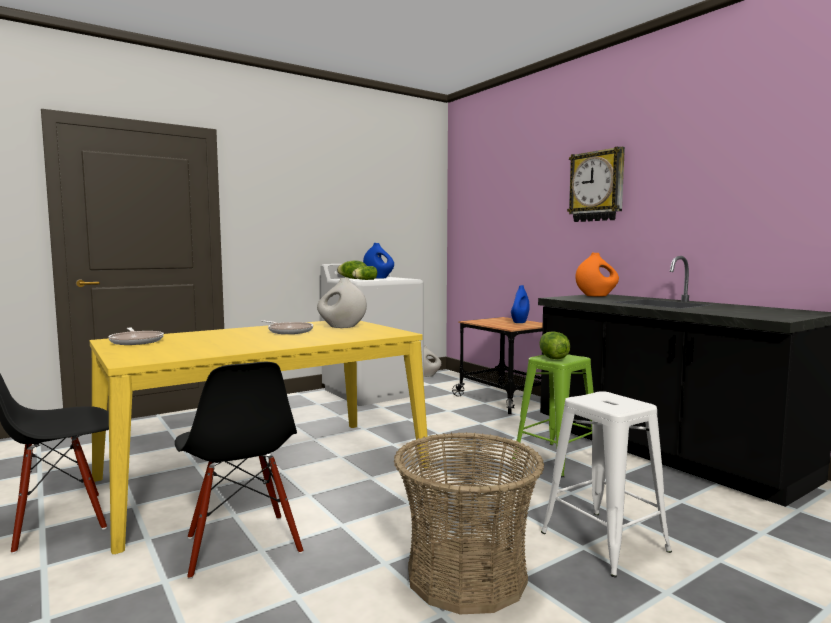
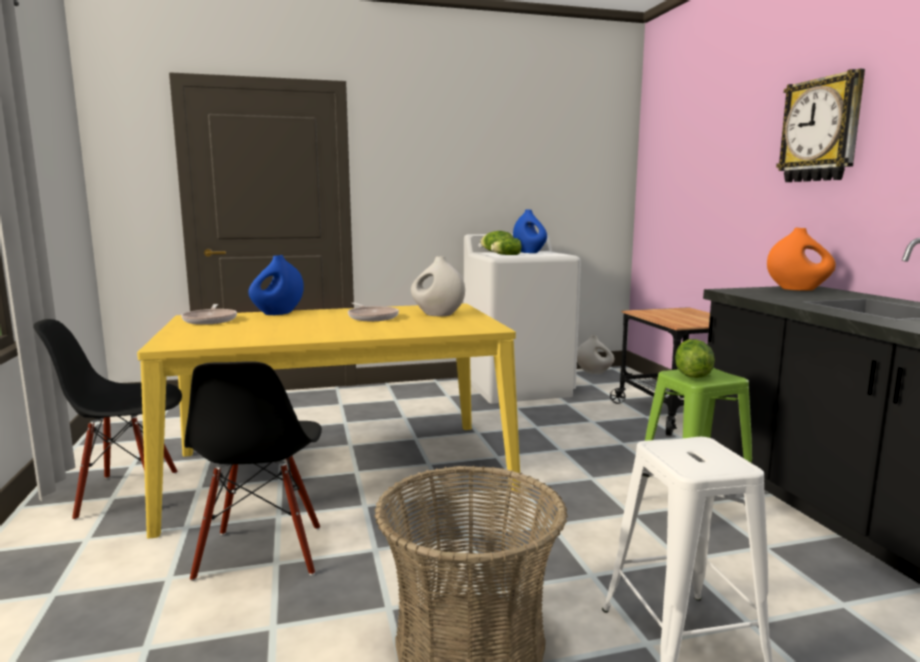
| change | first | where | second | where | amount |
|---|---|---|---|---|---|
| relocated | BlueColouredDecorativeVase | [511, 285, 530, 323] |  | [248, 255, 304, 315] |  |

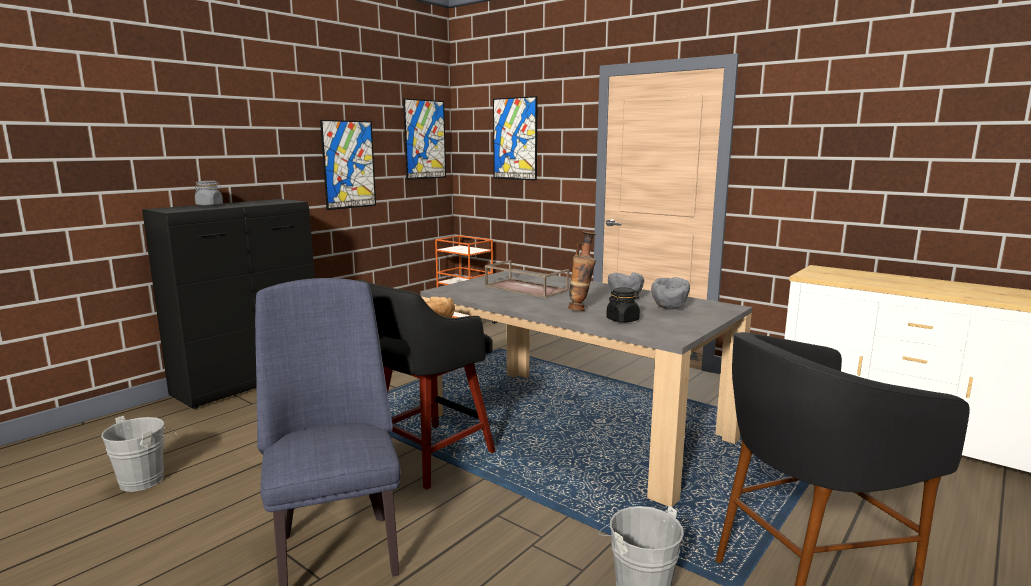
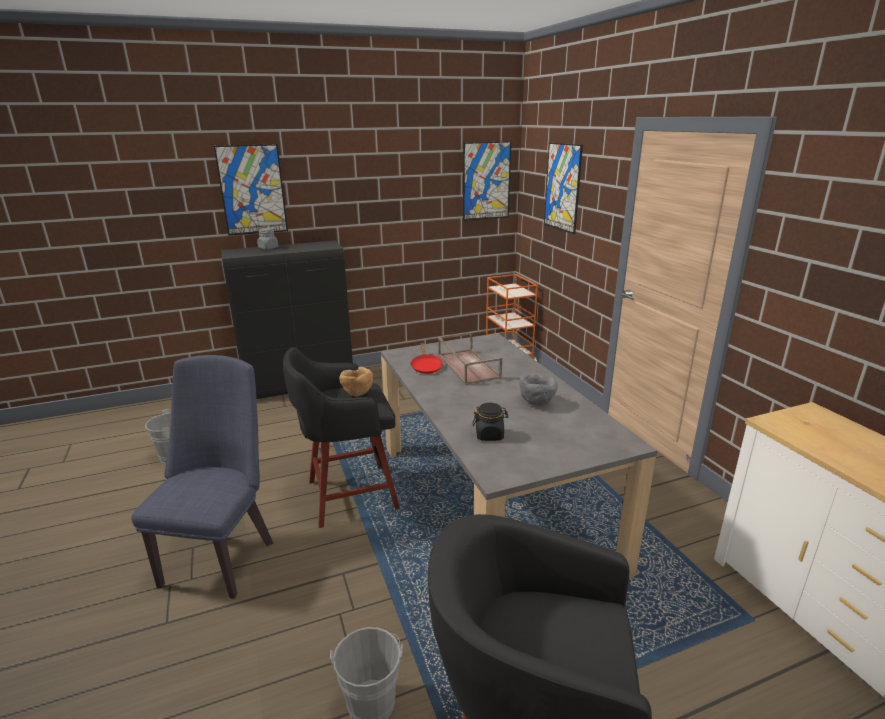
| change | first | where | second | where | amount |
|---|---|---|---|---|---|
| relocated | WallPicture | [320, 120, 376, 210] |  | [214, 144, 288, 236] |  |
| missing | DecorativeVase | [568, 231, 596, 311] |  |  |  |
| missing | GrayServingBowl | [651, 277, 690, 310] |  |  |  |
| appeared |  |  | ReddishSkillet | [411, 343, 443, 374] |  |

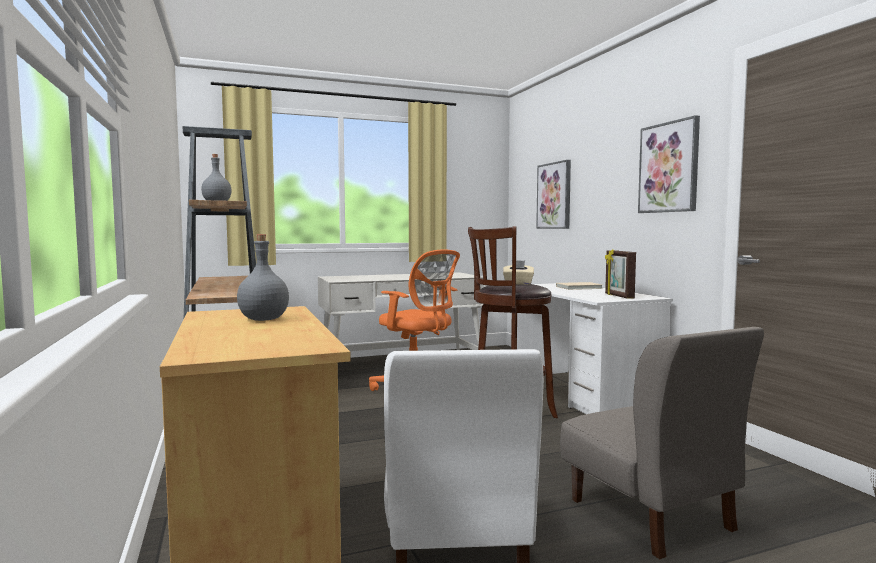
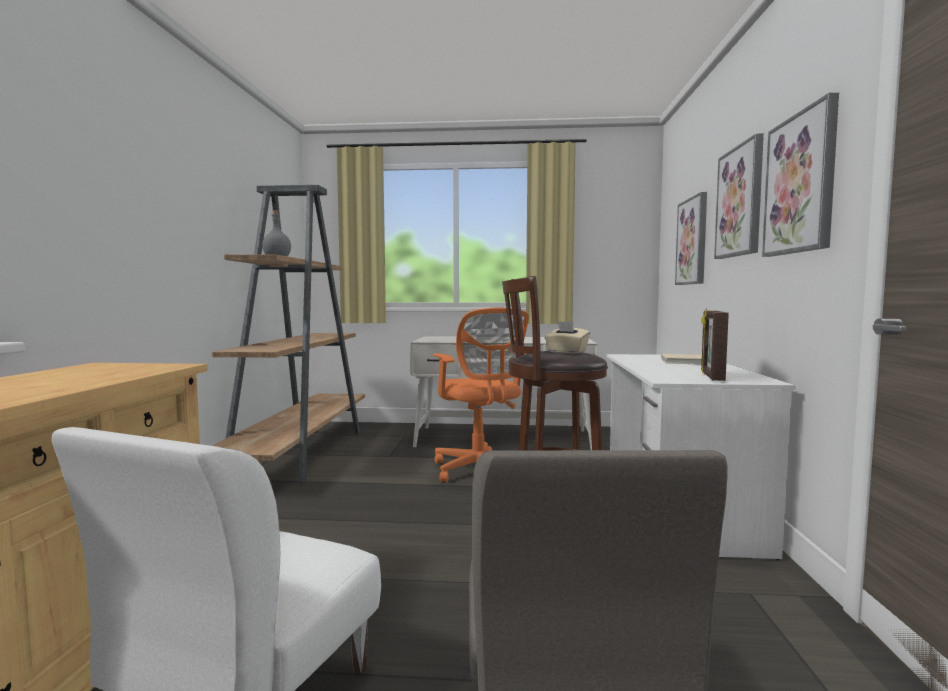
| change | first | where | second | where | amount |
|---|---|---|---|---|---|
| missing | GrayDrinkBottle | [237, 234, 289, 321] |  |  |  |
| appeared |  |  | WallPicture | [714, 134, 764, 259] |  |

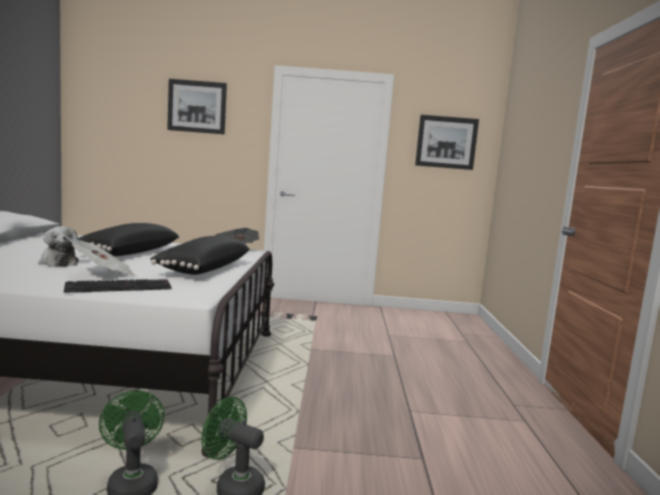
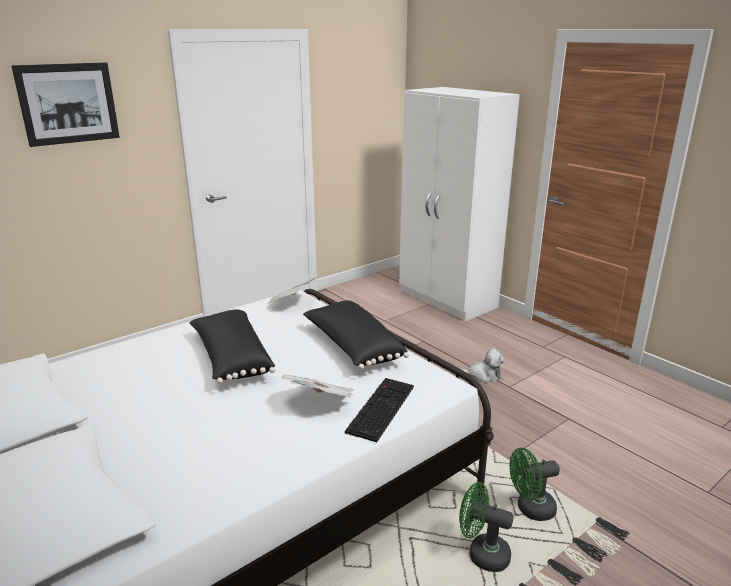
| change | first | where | second | where | amount |
|---|---|---|---|---|---|
| relocated | PlushToy | [39, 226, 79, 267] |  | [459, 348, 505, 383] |  |
| missing | WallPicture | [415, 115, 479, 170] |  |  |  |
| appeared |  |  | WhiteColouredClothesCupboard | [399, 87, 520, 321] |  |

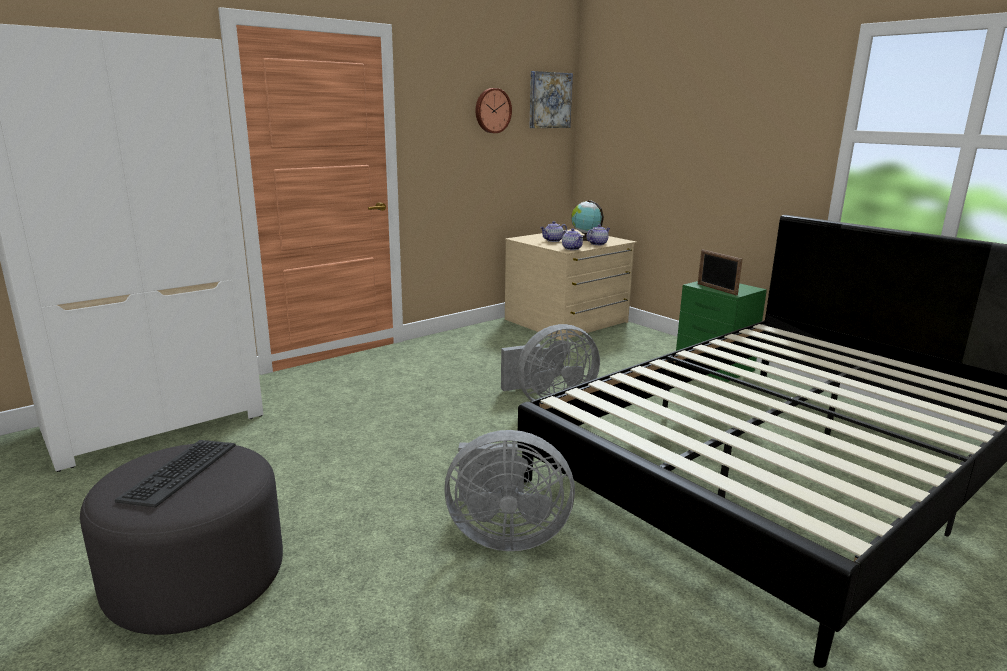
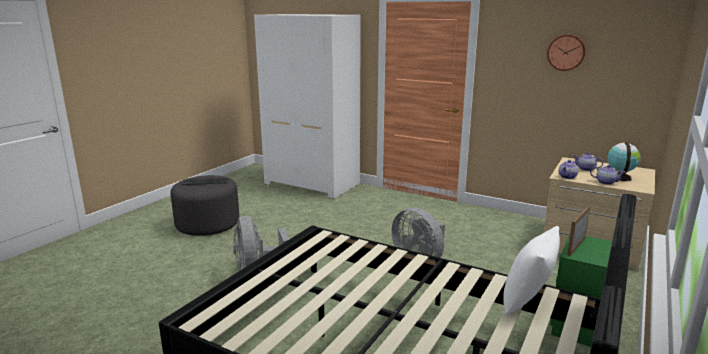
| change | first | where | second | where | amount |
|---|---|---|---|---|---|
| missing | WallPicture | [529, 71, 573, 128] |  |  |  |
| appeared |  |  | WhiteColouredPillow | [503, 226, 560, 315] |  |

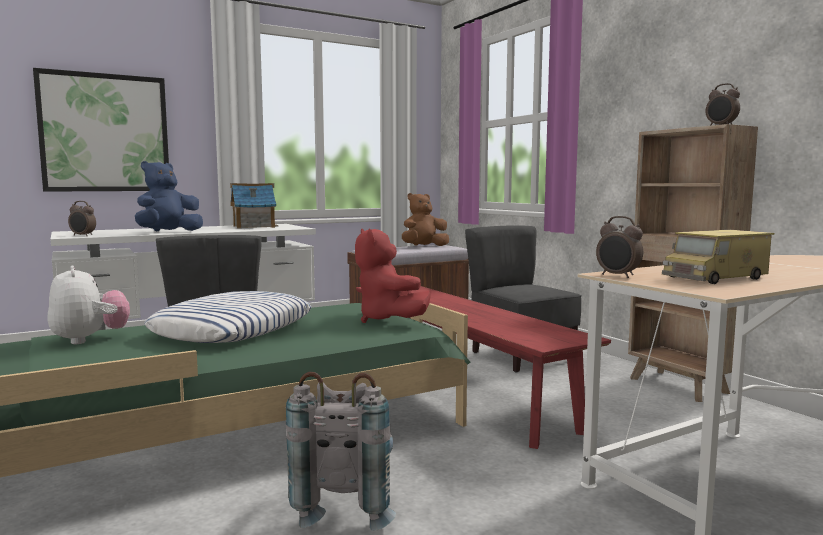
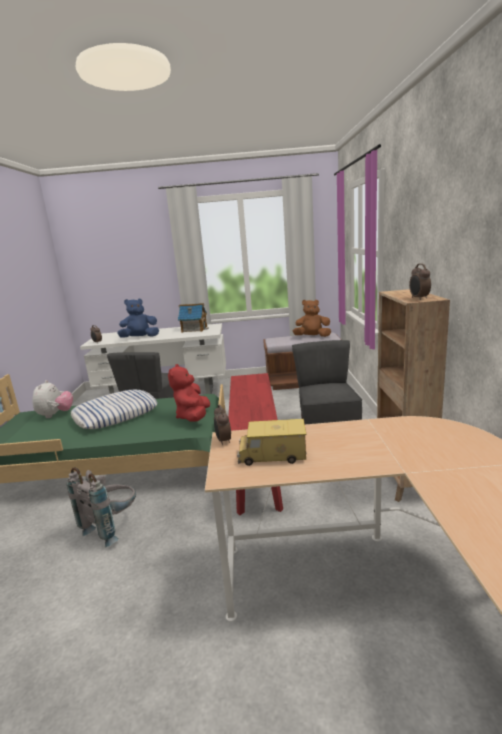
| change | first | where | second | where | amount |
|---|---|---|---|---|---|
| missing | WallPicture | [33, 68, 169, 192] |  |  |  |

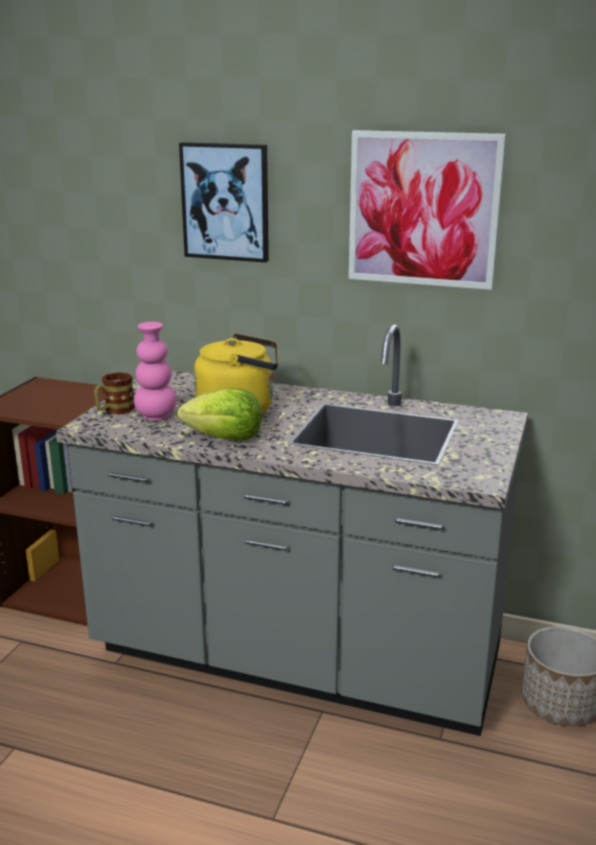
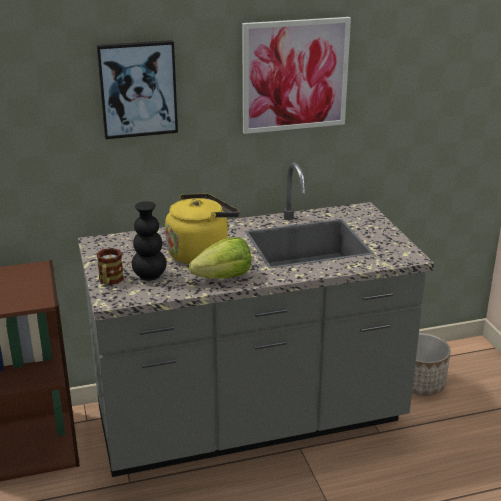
| change | first | where | second | where | amount |
|---|---|---|---|---|---|
| colour | PinkishDecorativeVase | [134, 322, 177, 420] | BlackDecorativeVase | [132, 201, 167, 281] |  |

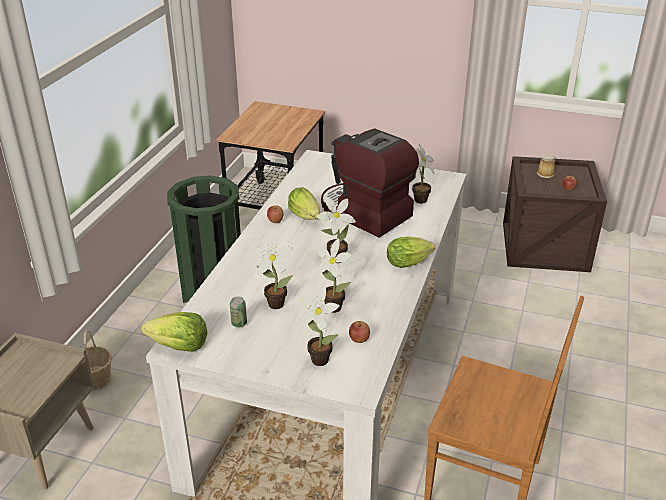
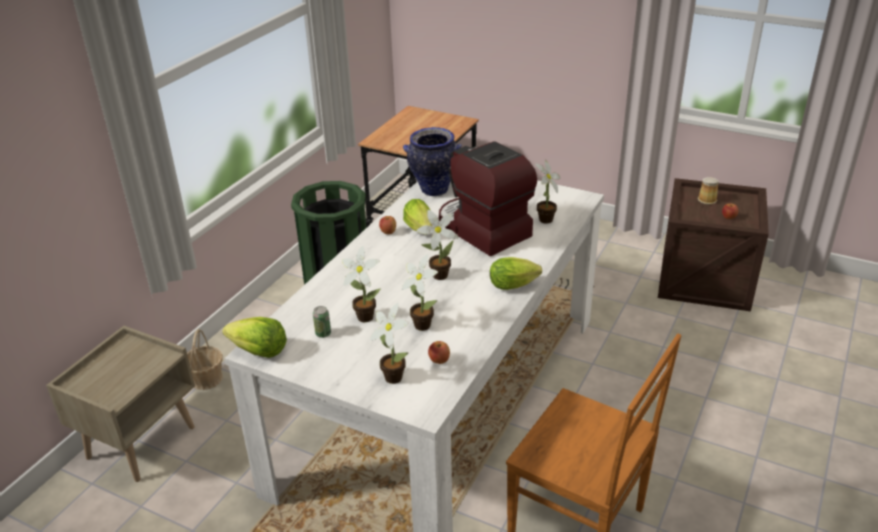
| change | first | where | second | where | amount |
|---|---|---|---|---|---|
| appeared |  |  | DecorativeVase | [403, 127, 462, 196] |  |

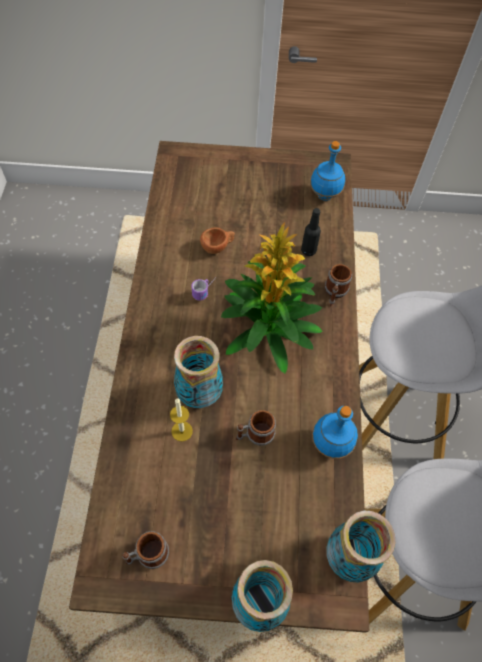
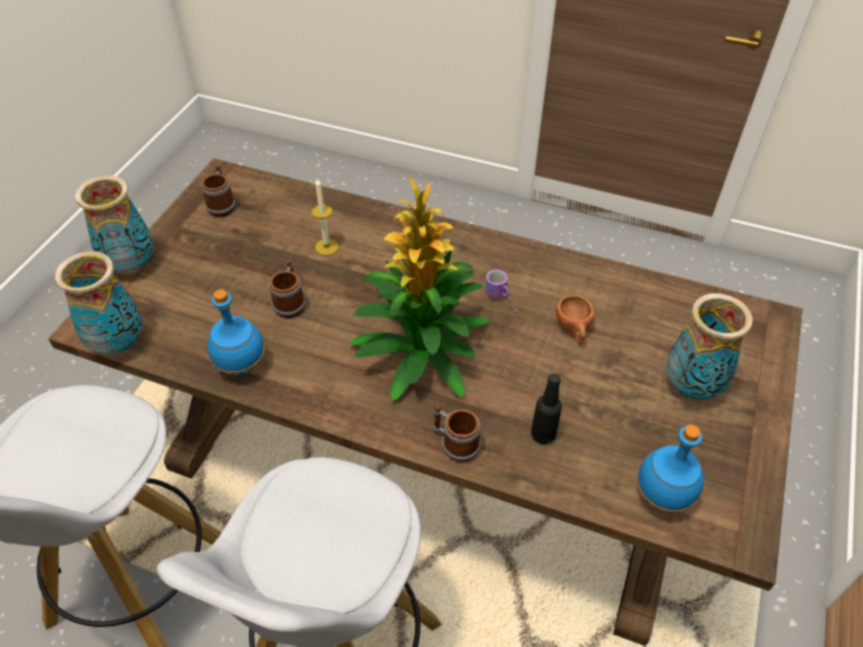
| change | first | where | second | where | amount |
|---|---|---|---|---|---|
| relocated | DecorativeVase | [174, 336, 223, 408] |  | [666, 293, 753, 400] |  |

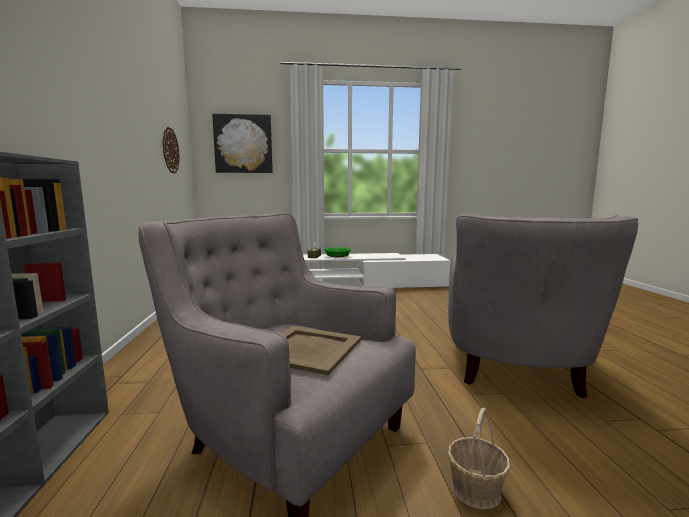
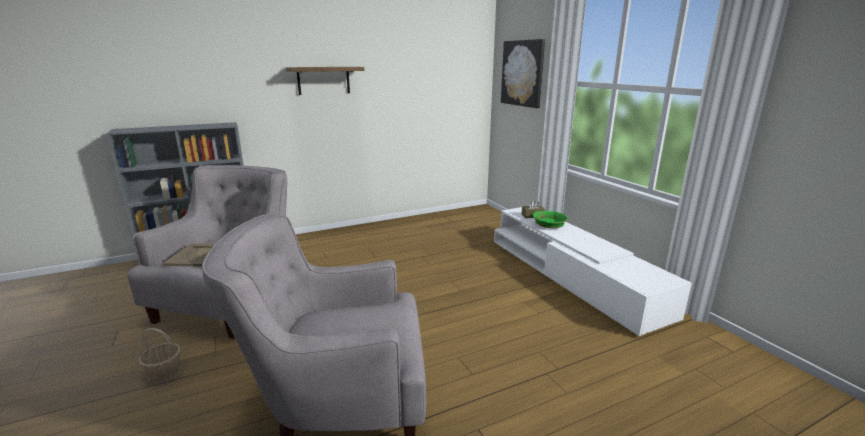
| change | first | where | second | where | amount |
|---|---|---|---|---|---|
| missing | WallClock | [163, 127, 180, 174] |  |  |  |
| appeared |  |  | BracketShelf | [286, 67, 364, 95] |  |

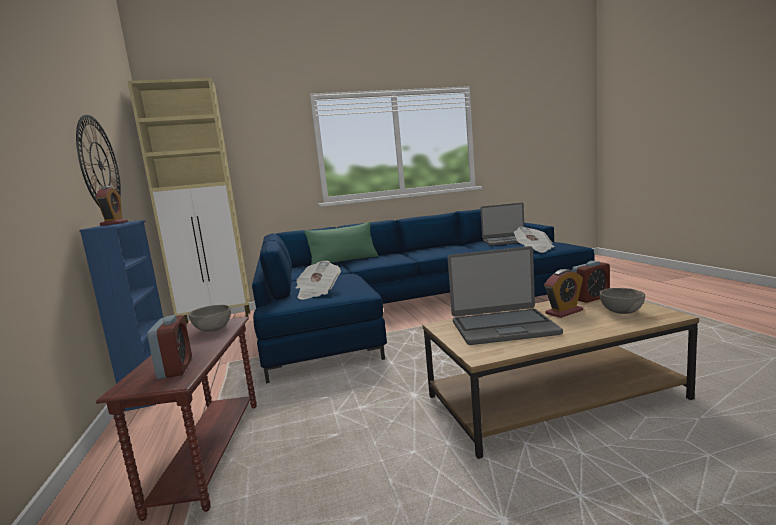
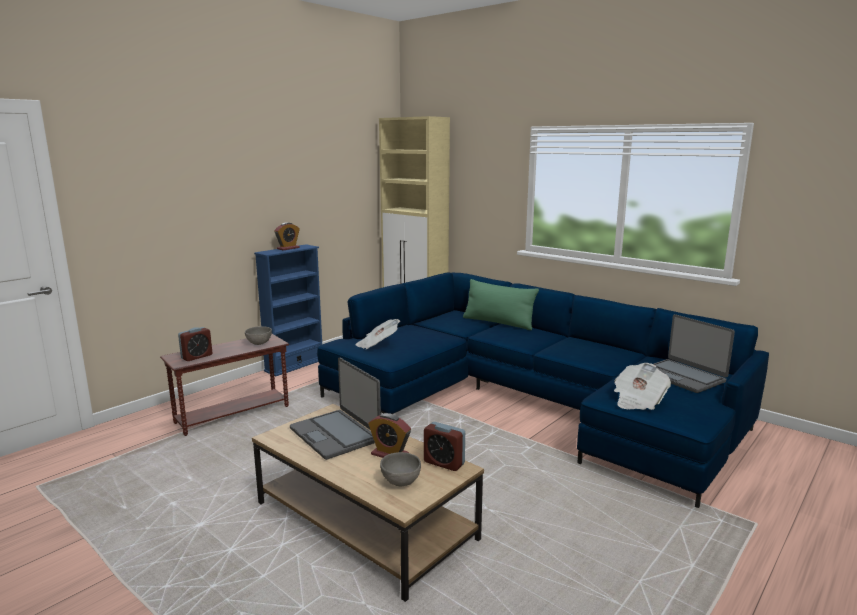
| change | first | where | second | where | amount |
|---|---|---|---|---|---|
| missing | WallClock | [76, 115, 121, 206] |  |  |  |

